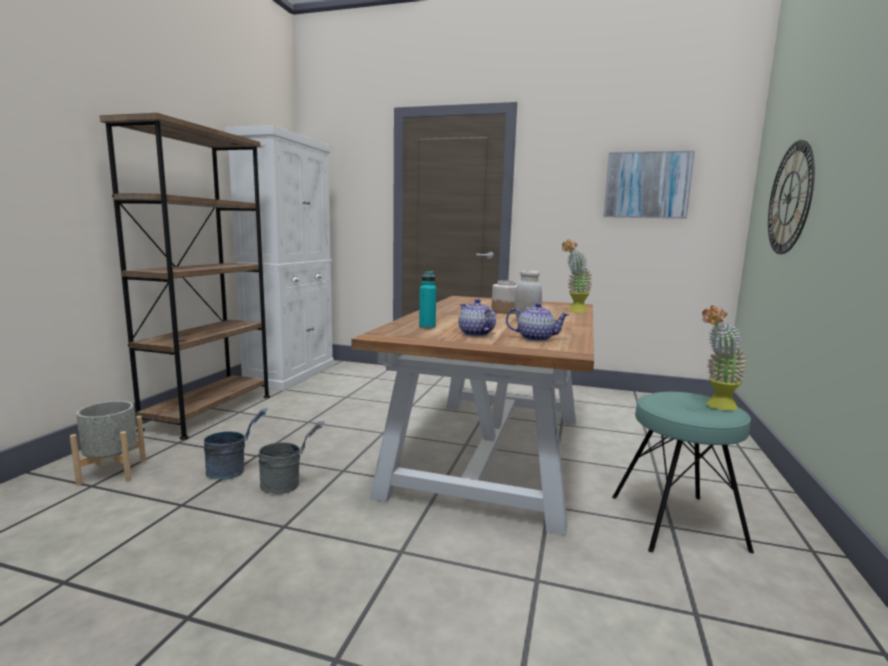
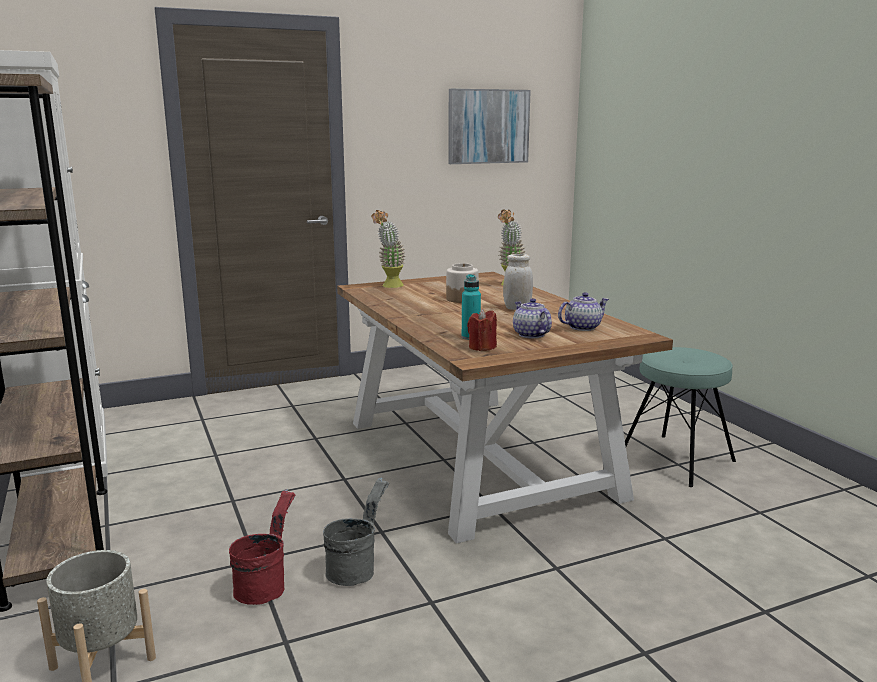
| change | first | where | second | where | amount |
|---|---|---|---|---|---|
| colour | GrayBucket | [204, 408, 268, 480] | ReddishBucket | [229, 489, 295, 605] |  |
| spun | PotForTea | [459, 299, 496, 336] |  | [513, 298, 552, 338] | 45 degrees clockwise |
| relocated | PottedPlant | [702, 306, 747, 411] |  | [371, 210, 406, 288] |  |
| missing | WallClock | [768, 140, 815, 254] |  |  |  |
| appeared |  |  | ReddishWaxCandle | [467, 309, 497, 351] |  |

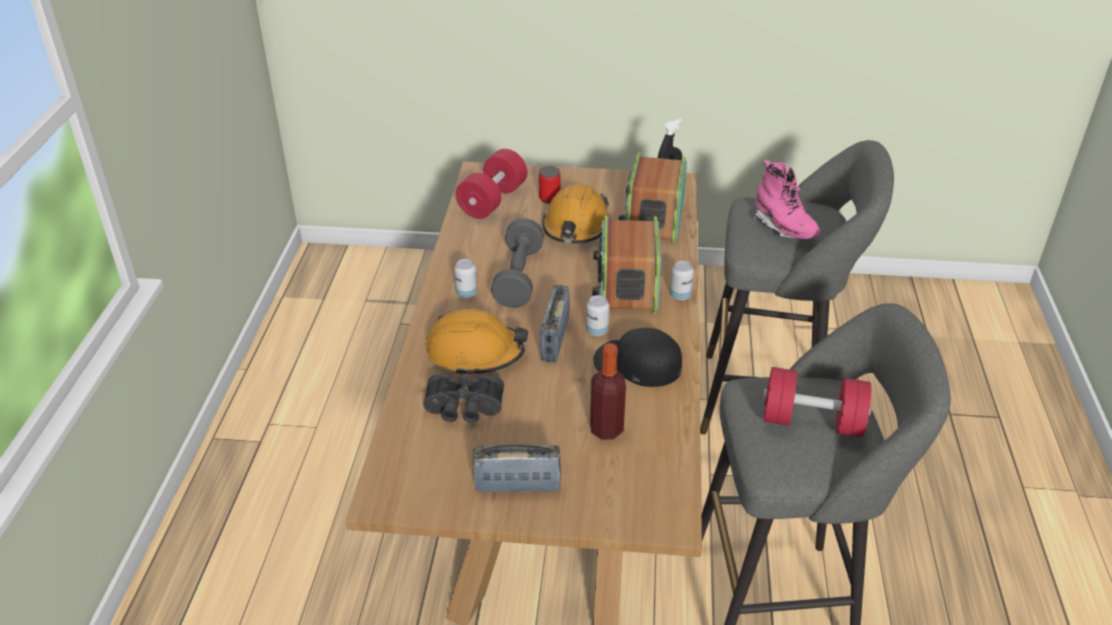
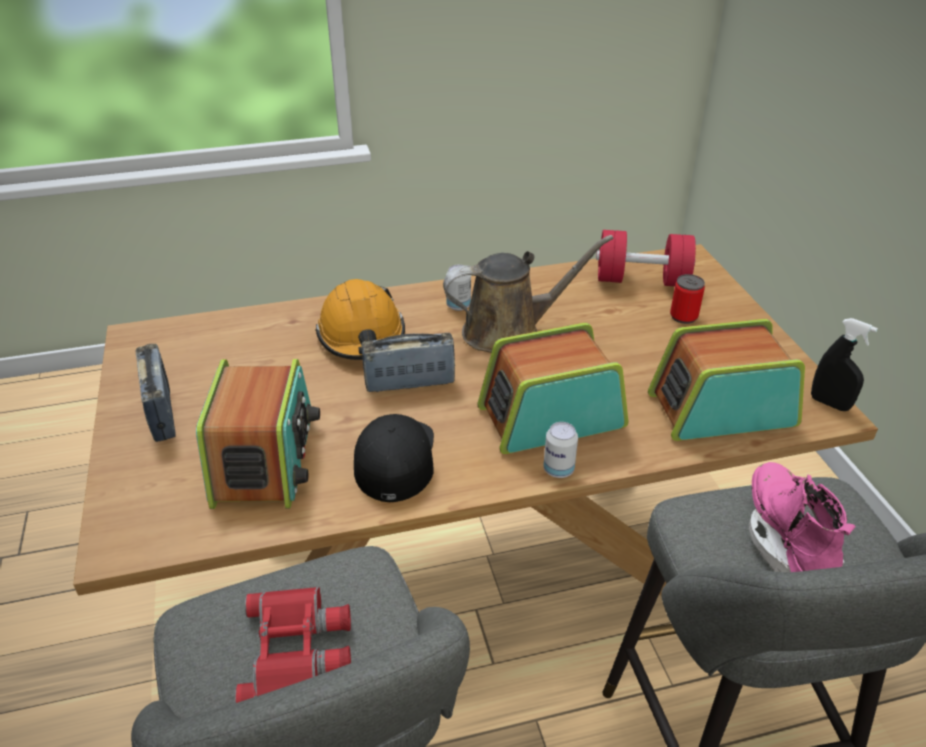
| change | first | where | second | where | amount |
|---|---|---|---|---|---|
| missing | BlackFieldGlasses | [423, 374, 504, 423] |  |  |  |
| exchanged | GrayHandWeight | [491, 218, 544, 308] | BrownSprinklingCan | [443, 235, 614, 353] |  |
| missing | OrangeColouredSafetyHelmet | [542, 183, 611, 244] |  |  |  |
| missing | SealedCan | [586, 295, 609, 336] |  |  |  |
| exchanged | DrinkBottle | [590, 343, 626, 440] | Radio | [196, 359, 320, 509] |  |
| spun | PinkishBoot | [754, 160, 820, 239] |  | [749, 462, 856, 572] | 135 degrees clockwise |
| exchanged | ReddishHandWeight | [763, 367, 872, 438] | ReddishFieldGlasses | [235, 587, 351, 703] |  |

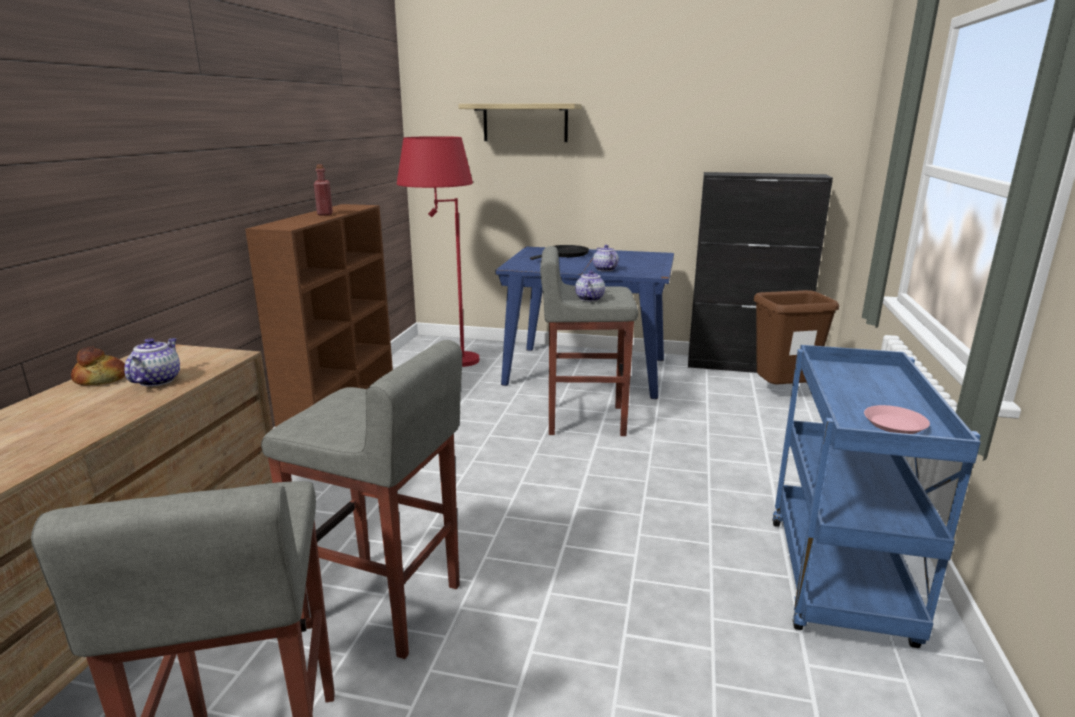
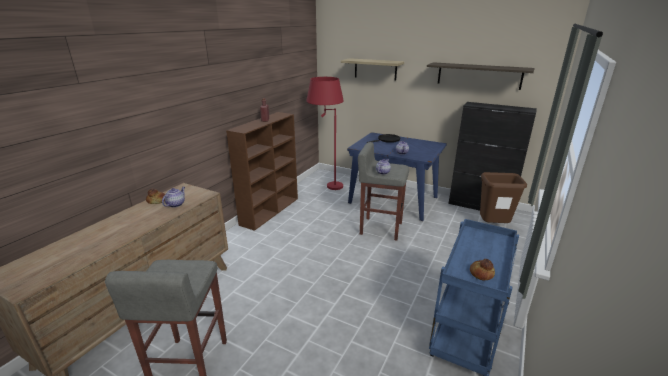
| change | first | where | second | where | amount |
|---|---|---|---|---|---|
| missing | GrayStoolSeat | [261, 340, 462, 659] |  |  |  |
| exchanged | PinkishPlate | [864, 405, 930, 434] | Bread | [470, 259, 495, 280] |  |
| appeared |  |  | BracketShelf | [427, 62, 535, 90] |  |

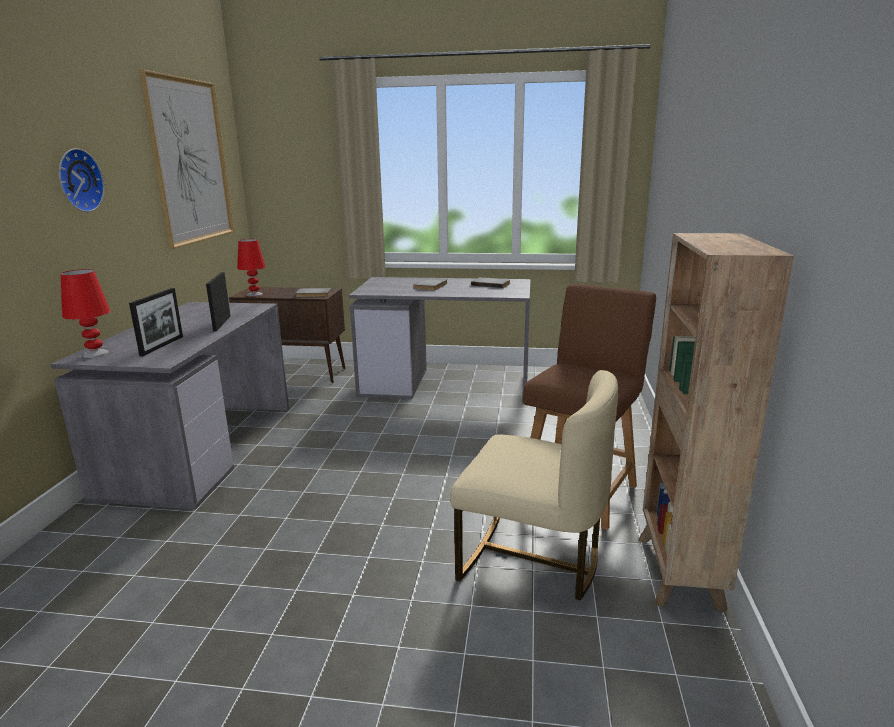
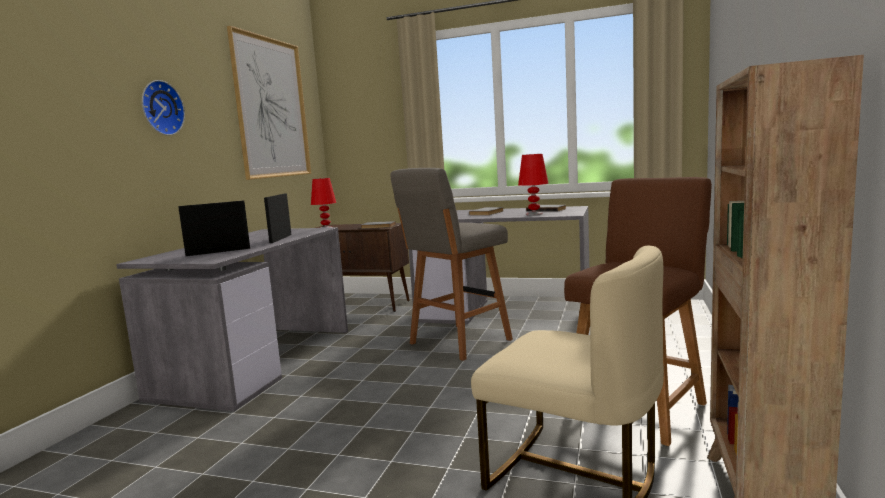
| change | first | where | second | where | amount |
|---|---|---|---|---|---|
| relocated | ReddishTableLamp | [61, 269, 111, 358] |  | [518, 154, 549, 215] |  |
| spun | PhotoFrame | [129, 288, 183, 356] |  | [178, 200, 250, 256] | 135 degrees counterclockwise |
| appeared |  |  | GrayStoolSeat | [390, 168, 513, 361] |  |

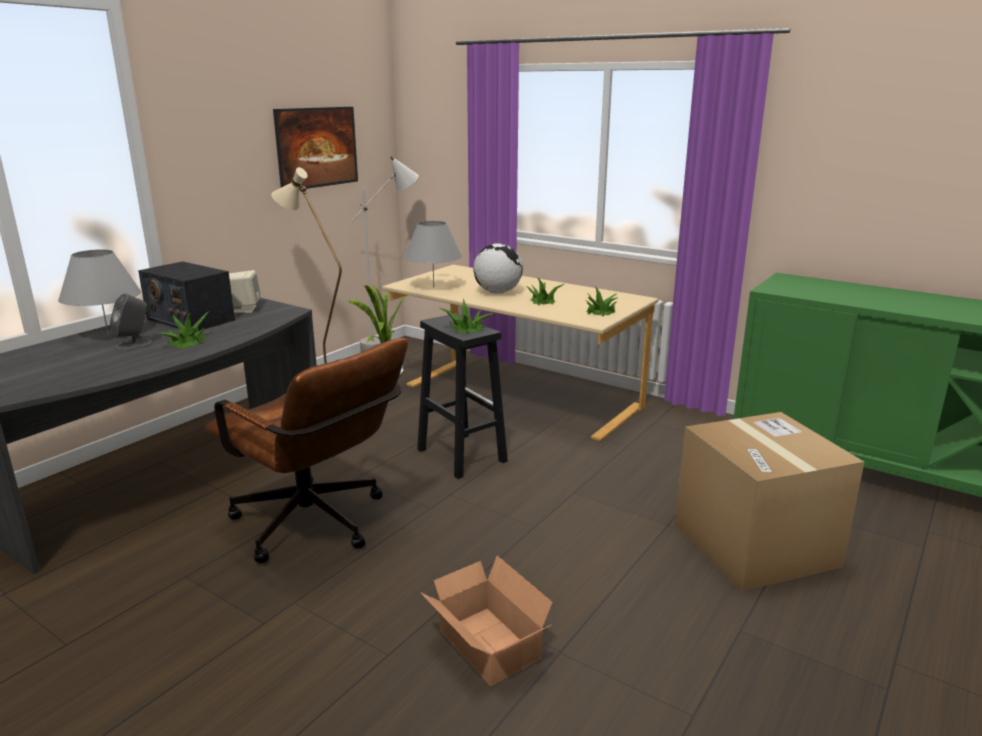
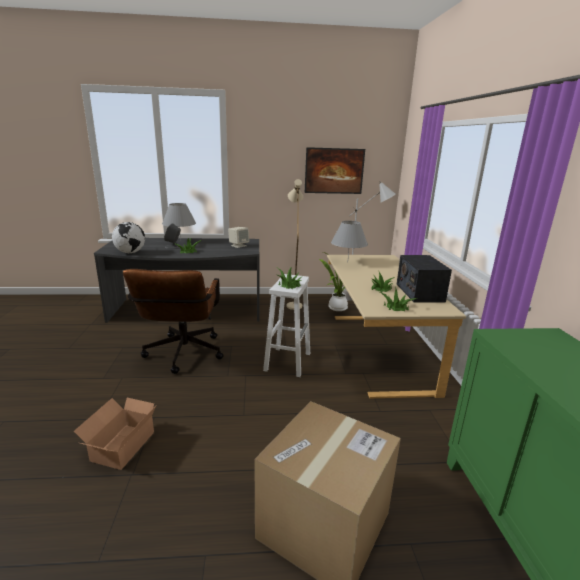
| change | first | where | second | where | amount |
|---|---|---|---|---|---|
| relocated | Radio | [138, 261, 235, 331] |  | [397, 255, 452, 303] |  |
| colour | BlackStoolSeat | [417, 313, 508, 479] | WhiteColouredStoolSeat | [263, 274, 310, 377] |  |
| relocated | DeskGlobe | [473, 243, 523, 293] |  | [112, 222, 145, 253] |  |

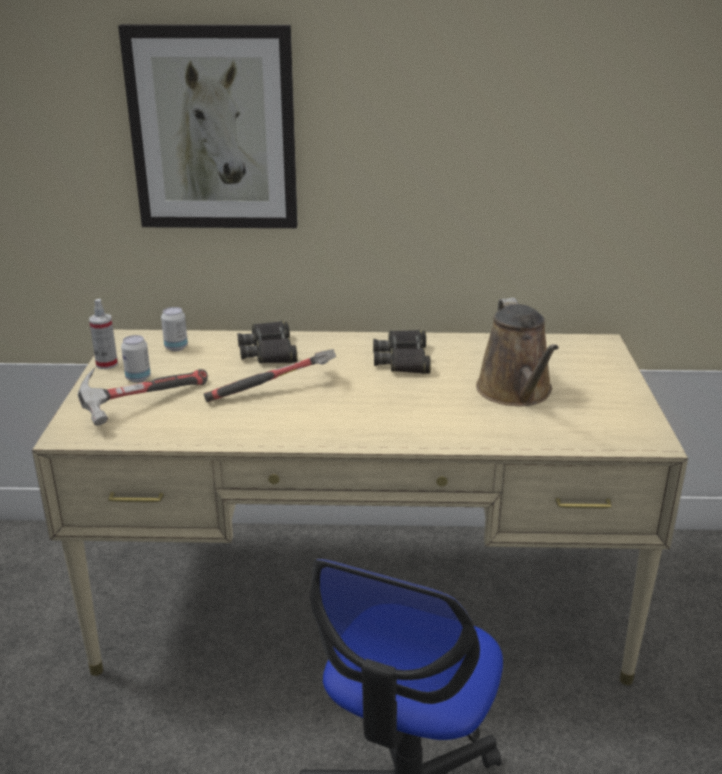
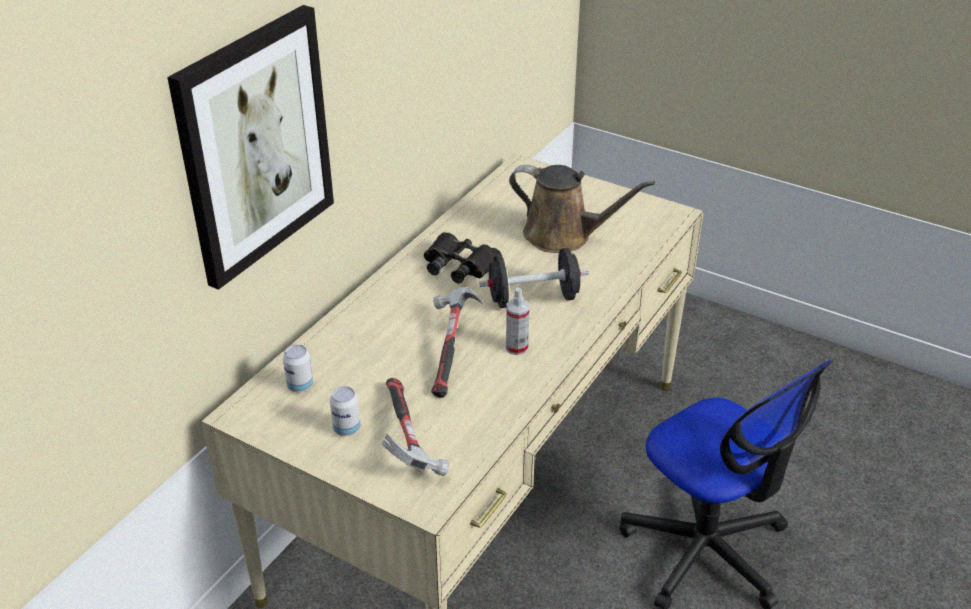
| change | first | where | second | where | amount |
|---|---|---|---|---|---|
| relocated | SprayBottle | [89, 299, 118, 369] |  | [506, 288, 529, 355] |  |
| missing | BlackFieldGlasses | [238, 321, 298, 363] |  |  |  |
| appeared |  |  | BlackHandWeight | [479, 248, 589, 308] |  |

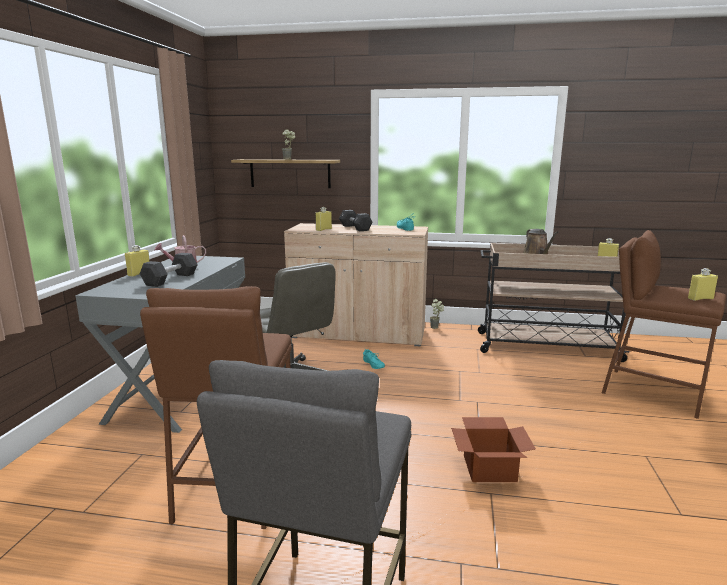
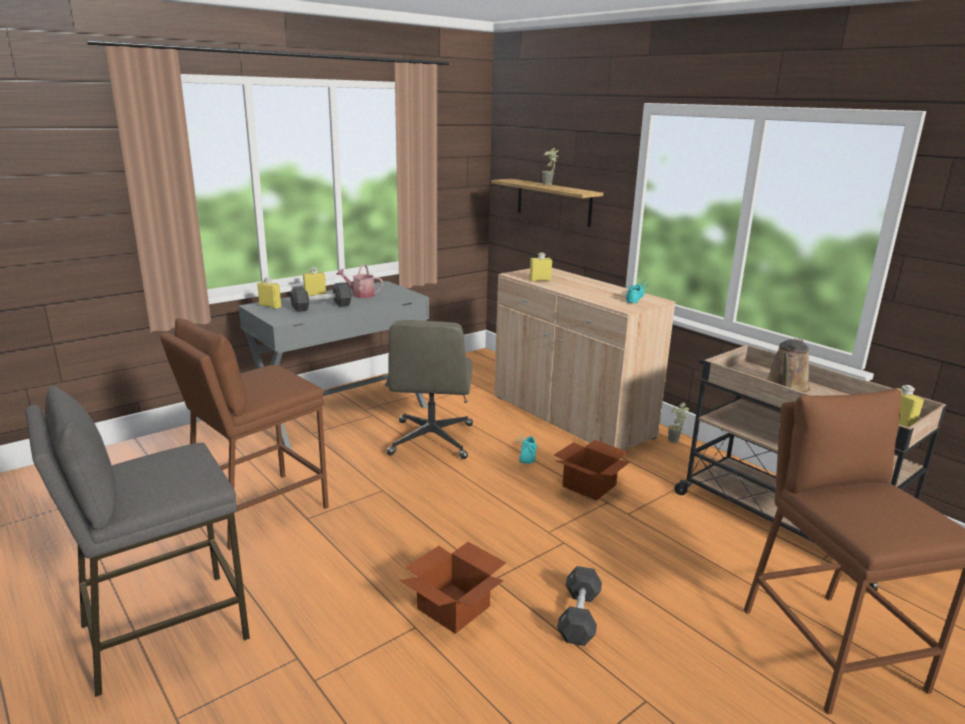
| change | first | where | second | where | amount |
|---|---|---|---|---|---|
| relocated | BlackHandWeight | [339, 210, 373, 231] |  | [557, 566, 602, 646] |  |
| relocated | YellowishDrinkBottle | [688, 268, 718, 301] |  | [257, 277, 281, 309] |  |
| appeared |  |  | Carton | [554, 440, 630, 501] |  |

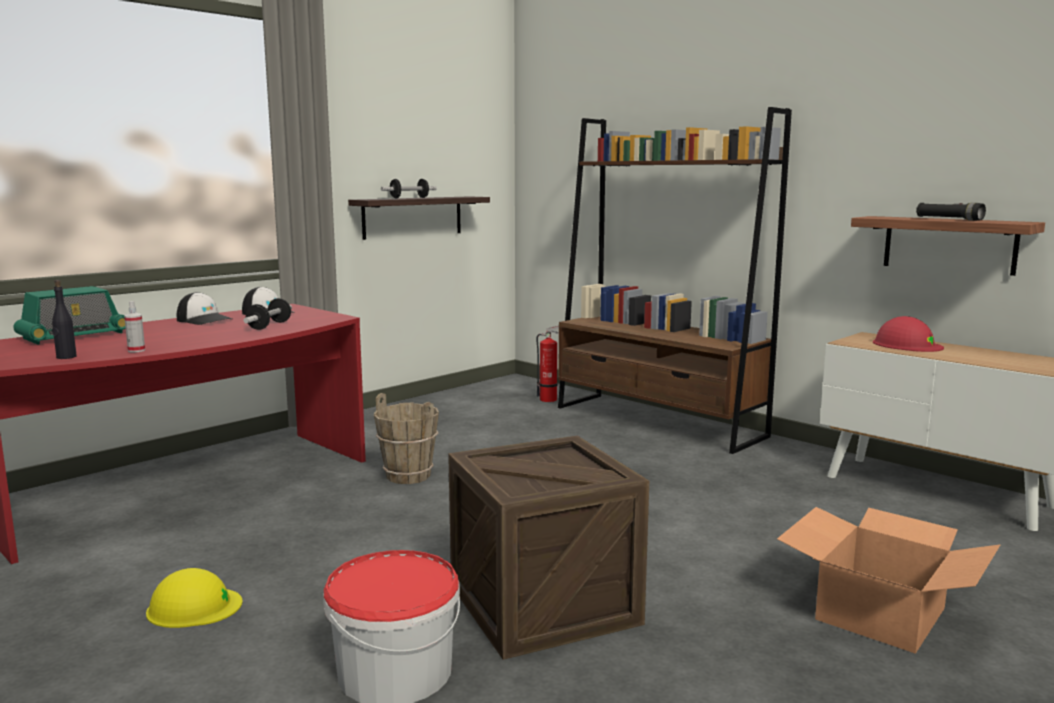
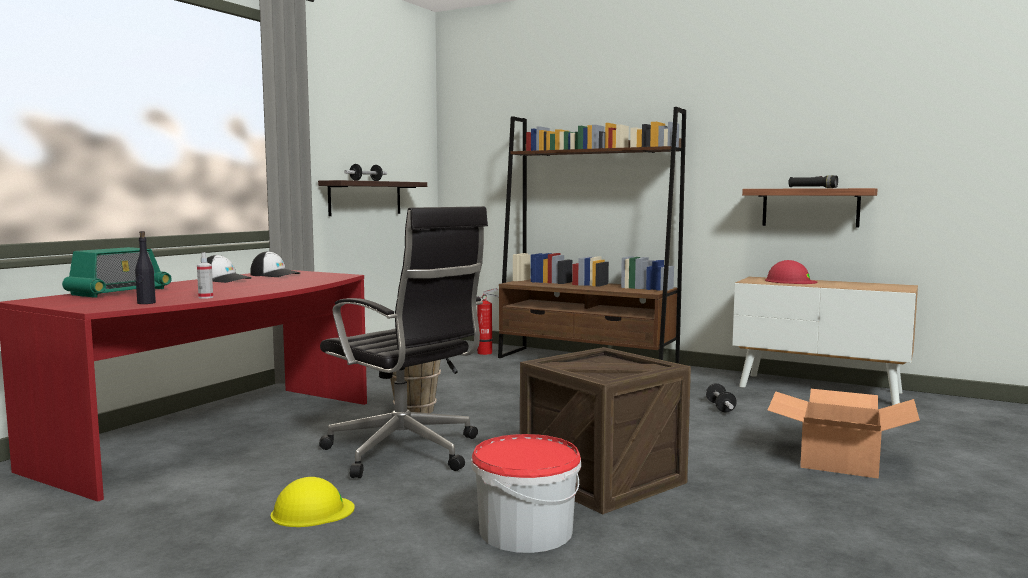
| change | first | where | second | where | amount |
|---|---|---|---|---|---|
| relocated | HandWeight | [243, 298, 292, 330] |  | [706, 383, 737, 413] |  |
| appeared |  |  | BlackOfficeChair | [319, 206, 488, 478] |  |

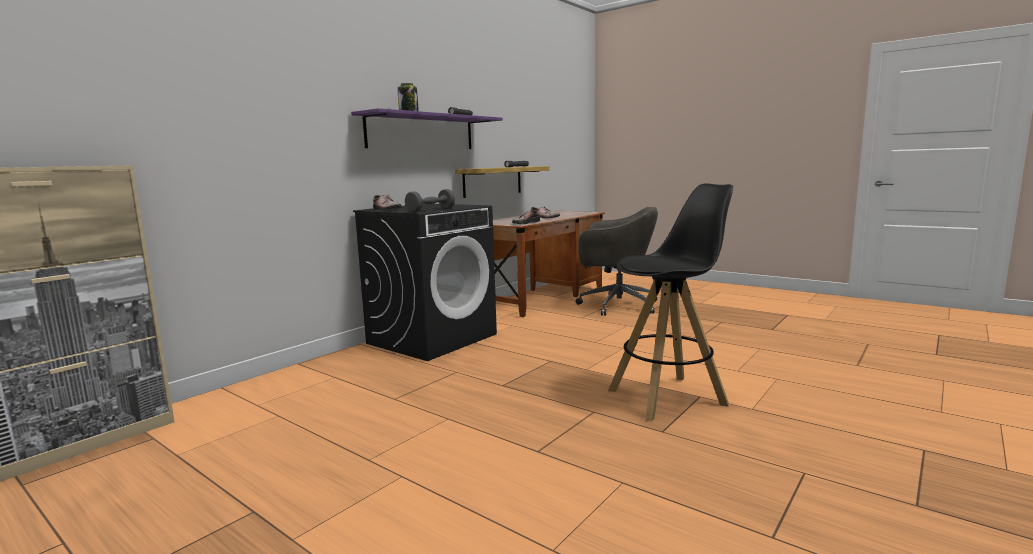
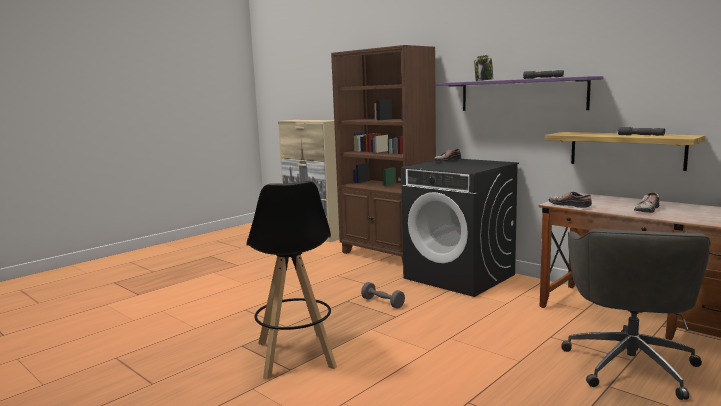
| change | first | where | second | where | amount |
|---|---|---|---|---|---|
| relocated | GrayHandWeight | [405, 189, 455, 213] |  | [361, 282, 405, 309] |  |
| appeared |  |  | BrownBookcase | [331, 45, 436, 262] |  |

